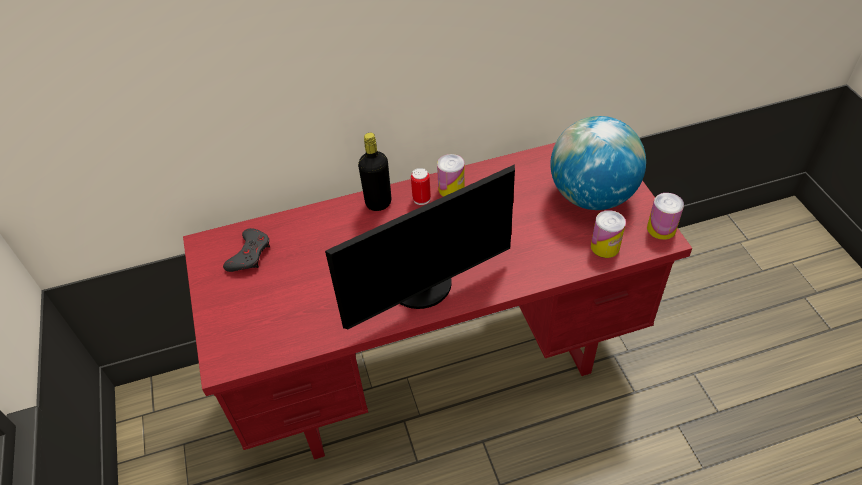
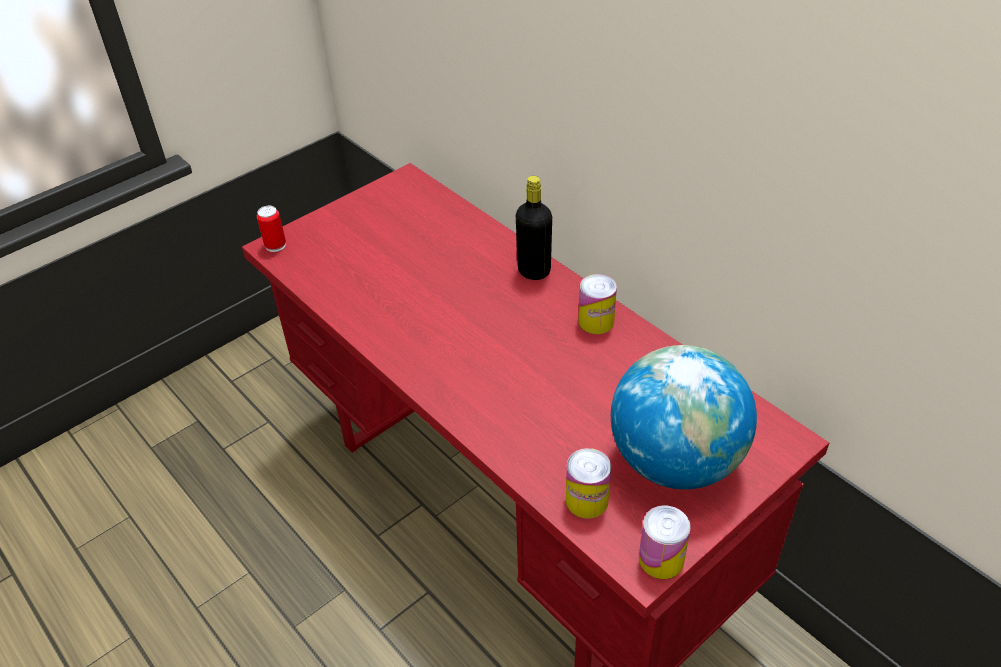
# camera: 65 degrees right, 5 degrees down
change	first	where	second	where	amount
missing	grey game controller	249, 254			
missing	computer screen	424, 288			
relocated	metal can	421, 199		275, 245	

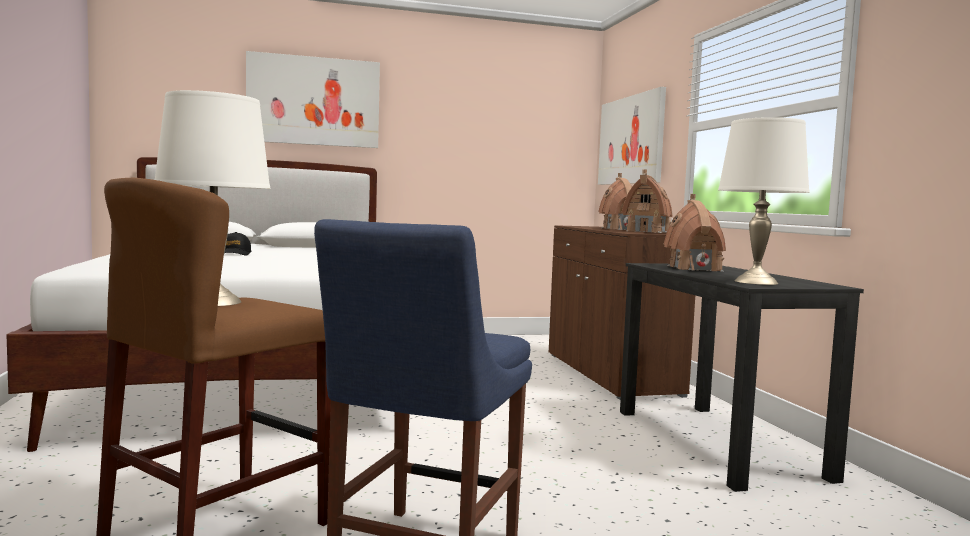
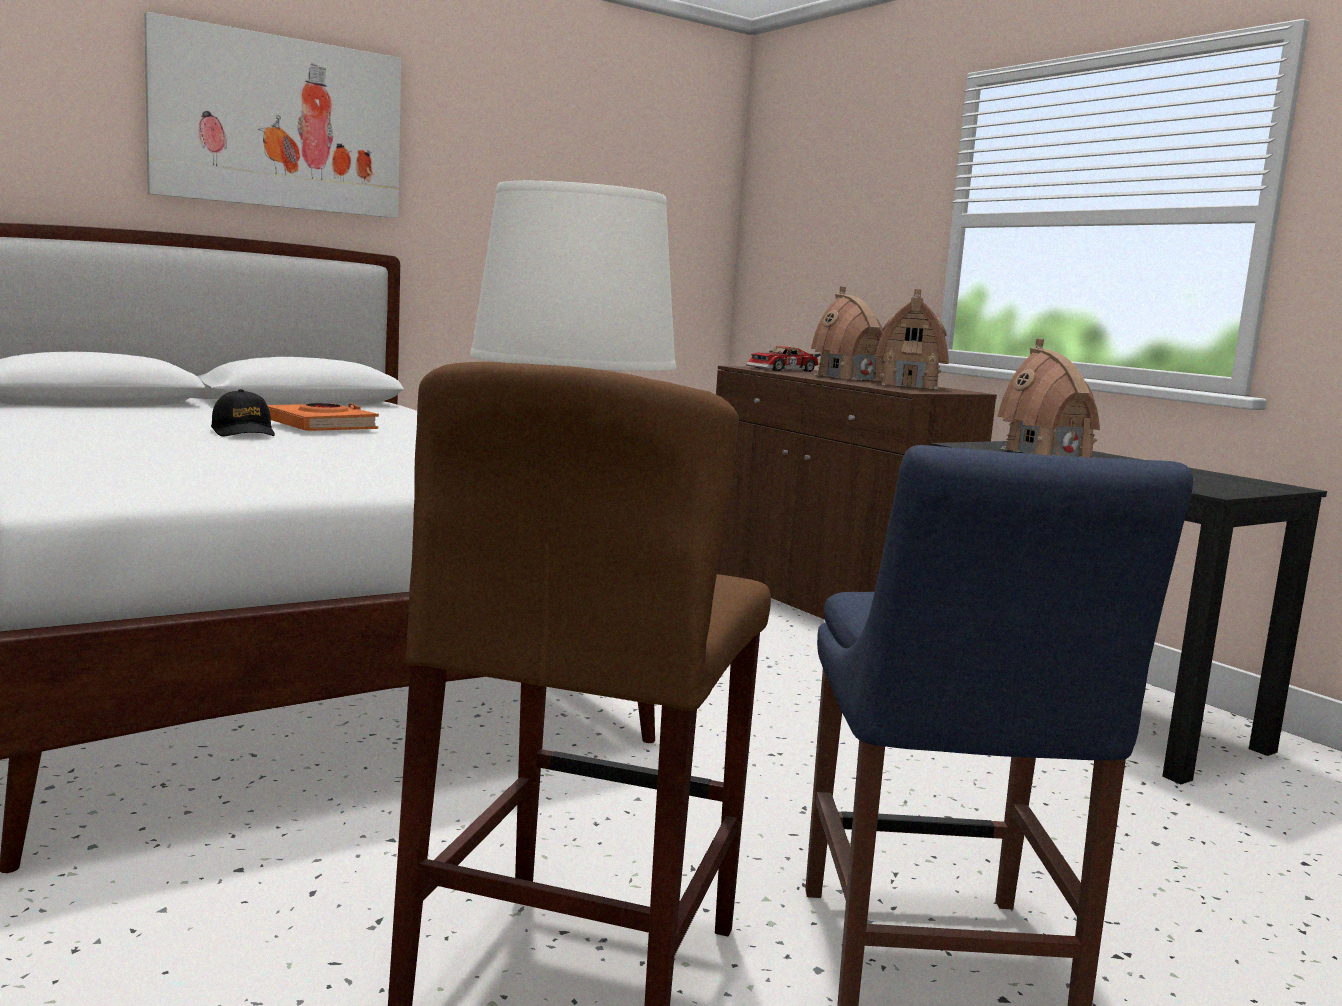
# camera: 20 degrees left, 5 degrees up
change	first	where	second	where	amount
missing	wall picture	631, 140			
missing	white table lamp	756, 282			
appeared			orange-coloured volume	321, 426	
appeared			miniature car	784, 370	

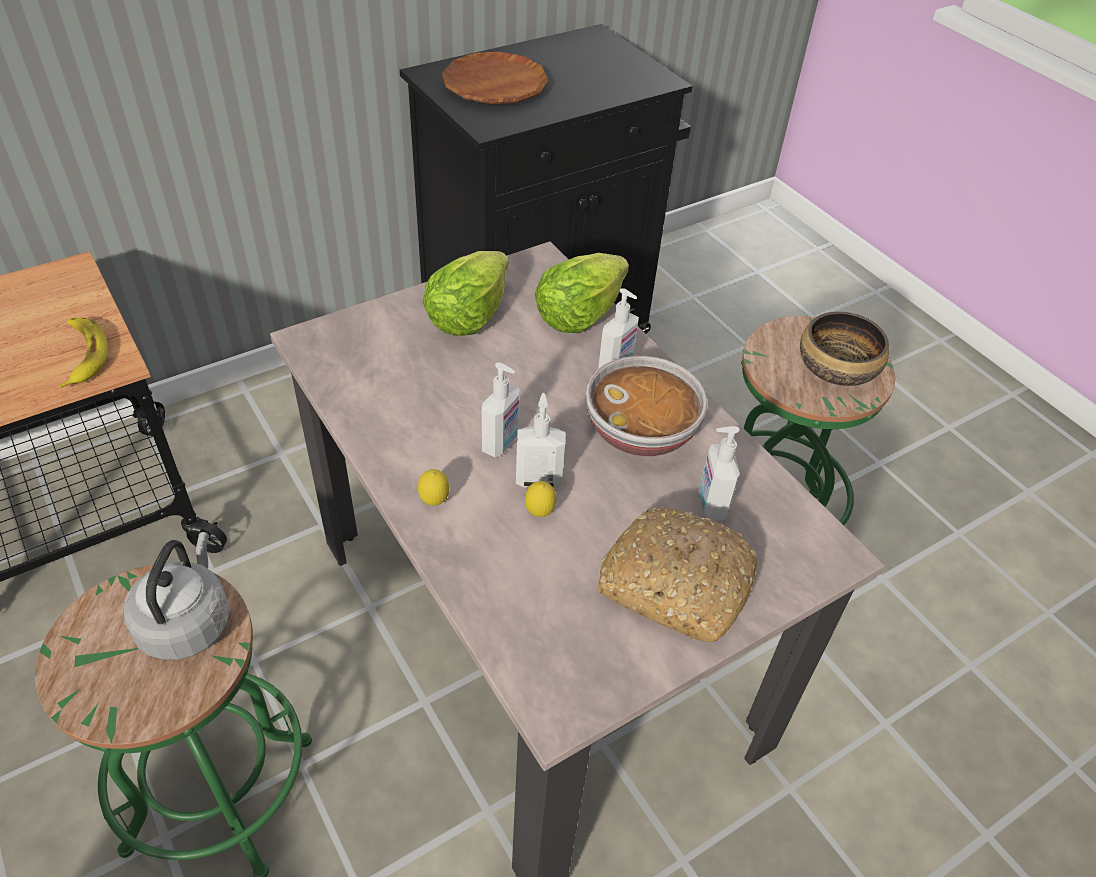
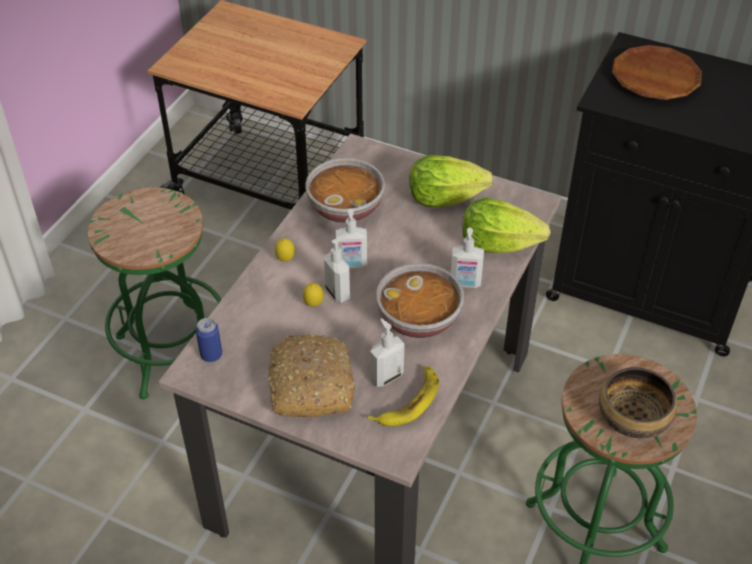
# camera: 60 degrees right, 0 degrees up
change	first	where	second	where	amount
missing	grey kettle	187, 622			
appeared			metal can	211, 355	
appeared			bowl	346, 208	
relocated	banana	83, 354		409, 401	

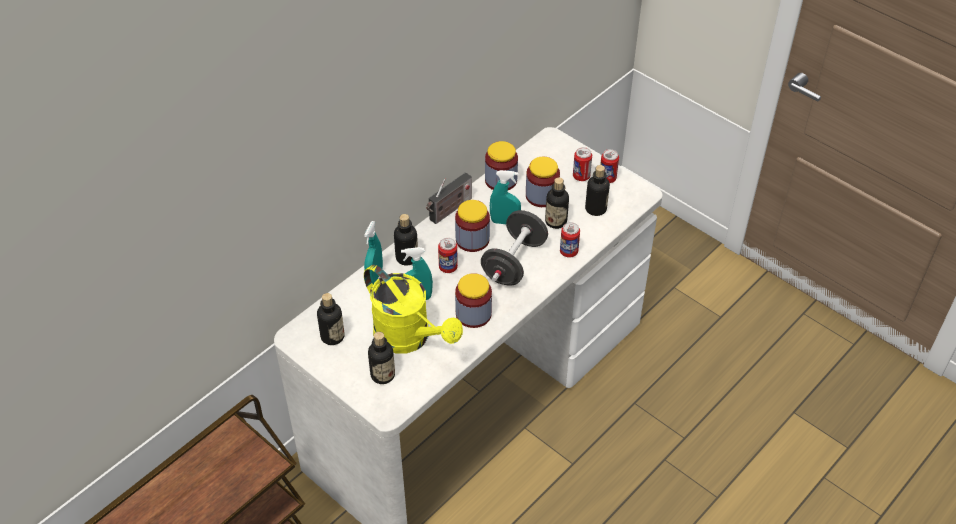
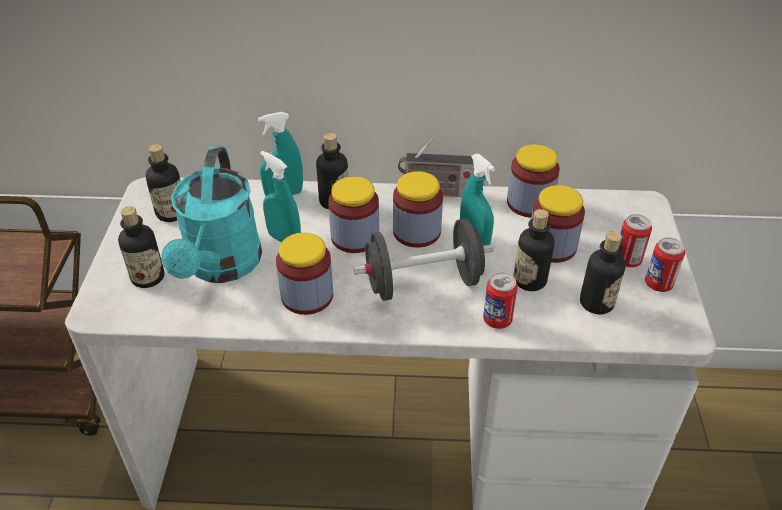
# camera: 50 degrees right, 5 degrees down
change	first	where	second	where	amount
exchanged	metal can	448, 267	jar	355, 237	
colour	yellow watering can	410, 338	blue-green watering can	221, 267	

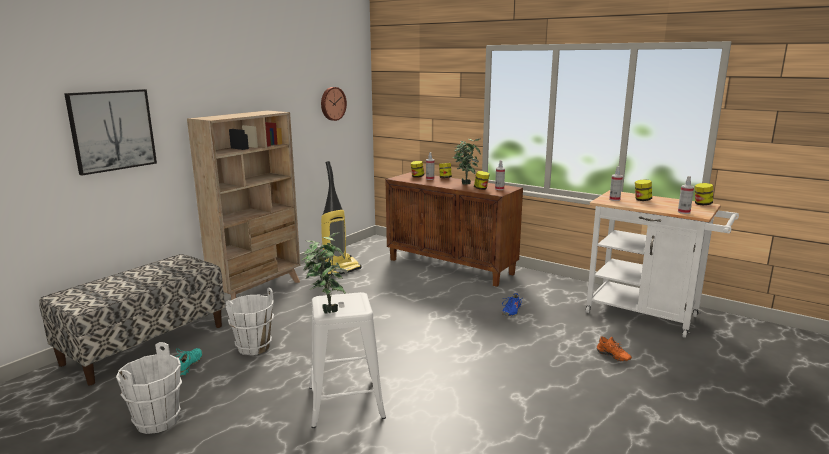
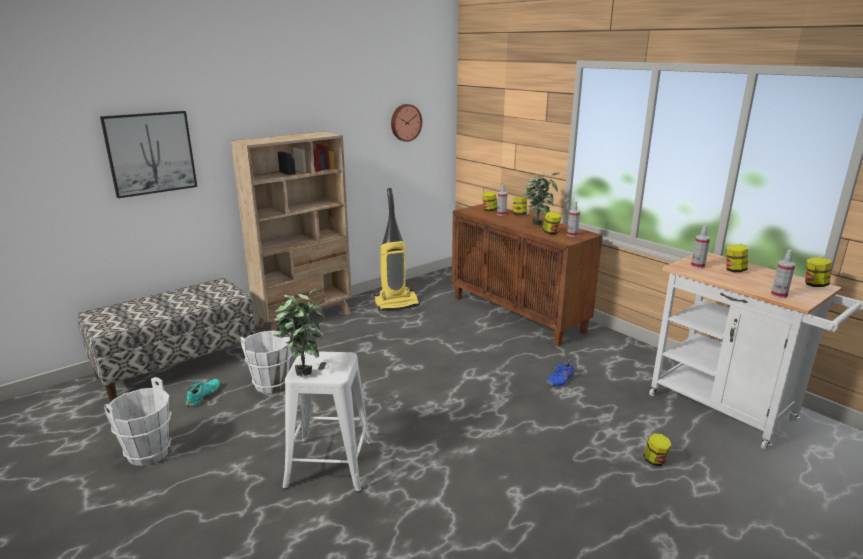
# camera: 15 degrees right, 5 degrees up
change	first	where	second	where	amount
exchanged	orange-coloured low shoe	612, 357	jar	655, 461	

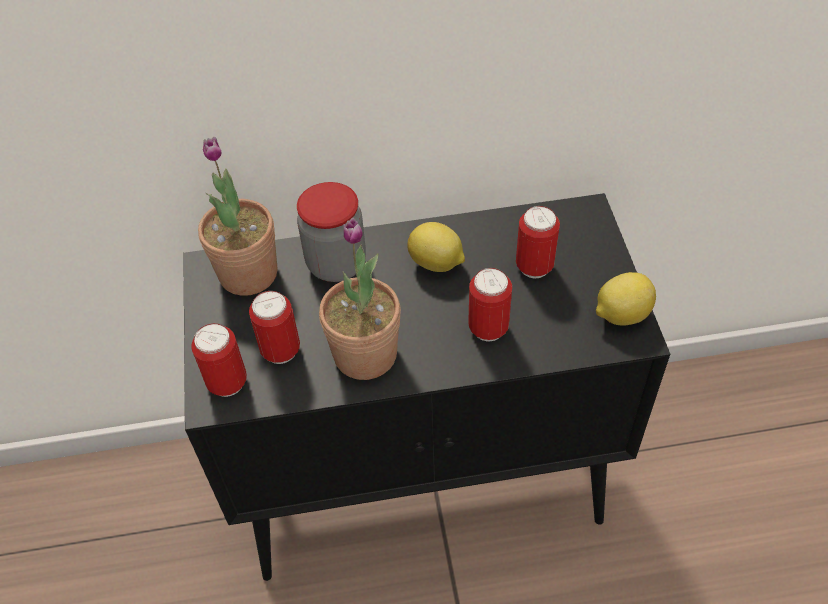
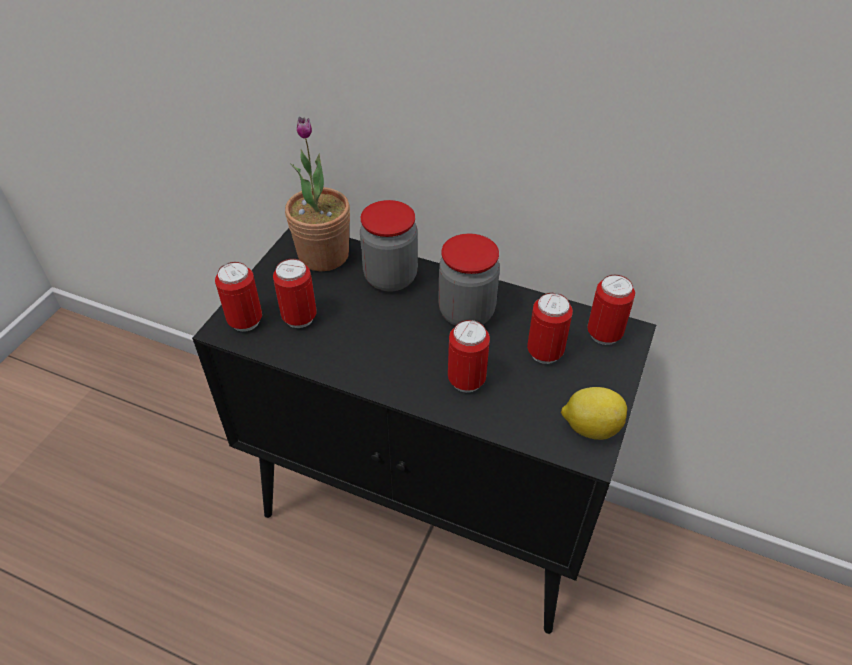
# camera: 30 degrees right, 5 degrees down
change	first	where	second	where	amount
missing	potted plant	365, 354			
appeared			metal can	604, 334	
exchanged	lemon	436, 263	jar	466, 313	

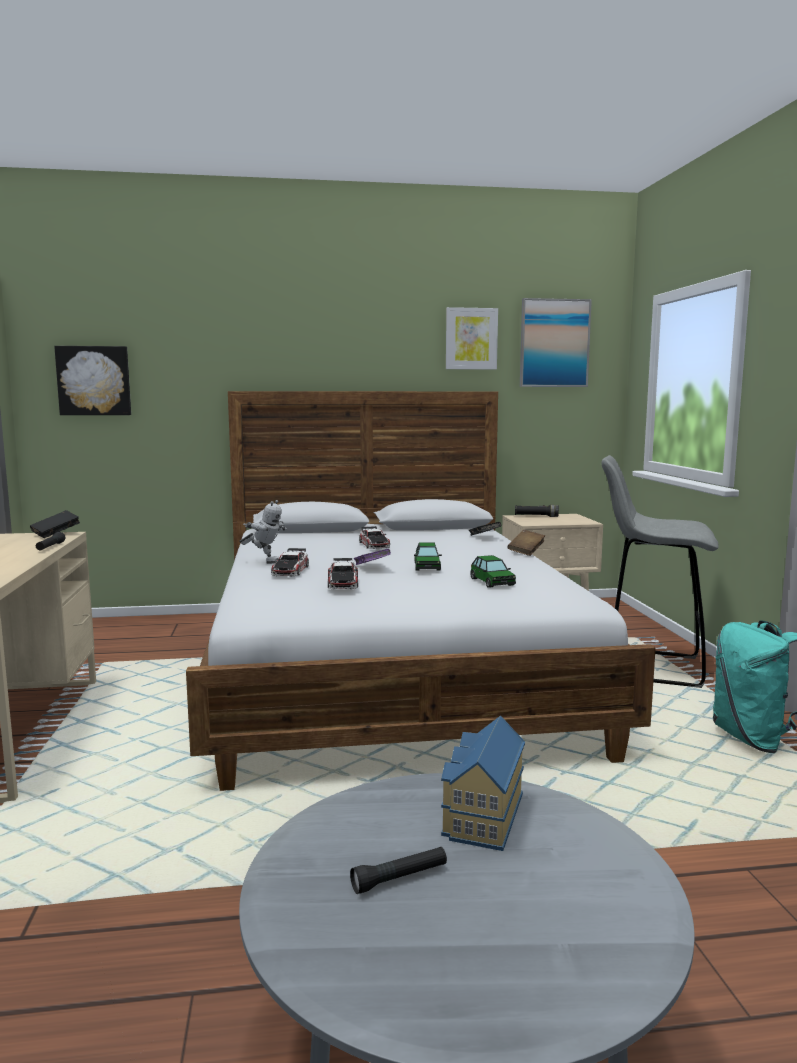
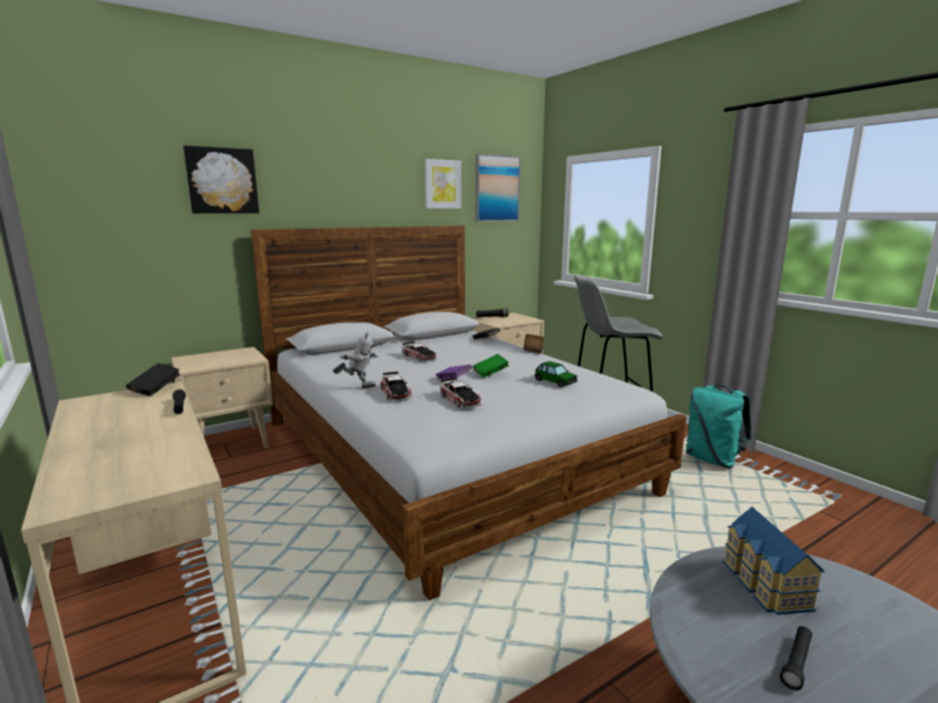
# camera: 25 degrees left, 5 degrees up
change	first	where	second	where	amount
appeared			beige bedside table	231, 444	
relocated	wall picture	94, 381		222, 181	
exchanged	miniature car	427, 566	green volume	490, 373	

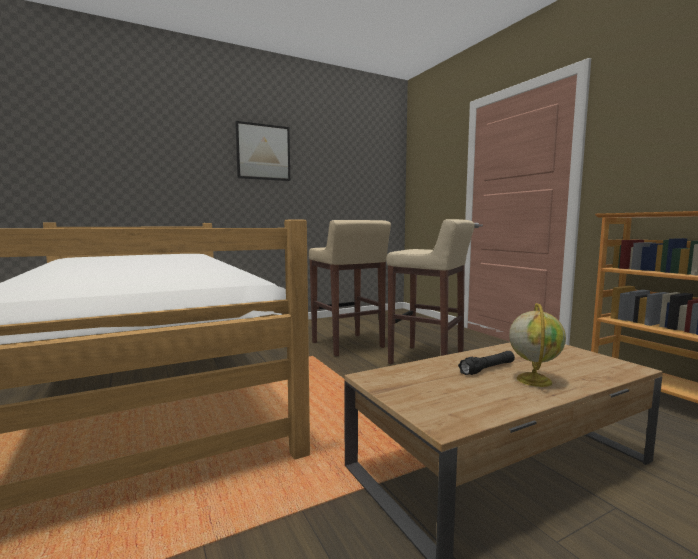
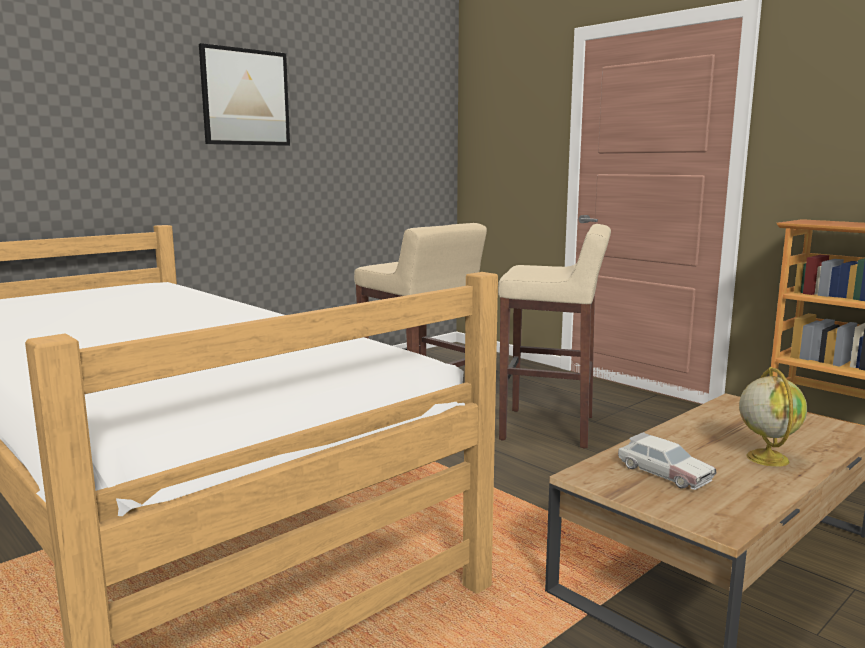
# camera: 15 degrees left, 5 degrees up
change	first	where	second	where	amount
missing	blackish flashlight	487, 369			
appeared			miniature car	663, 472	

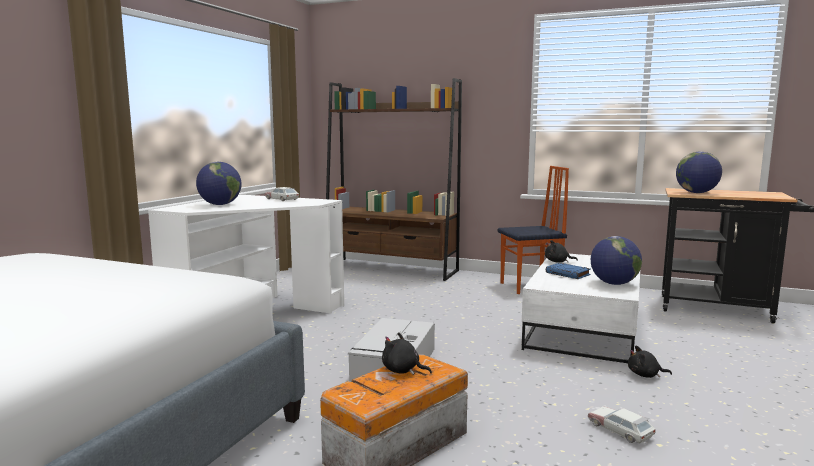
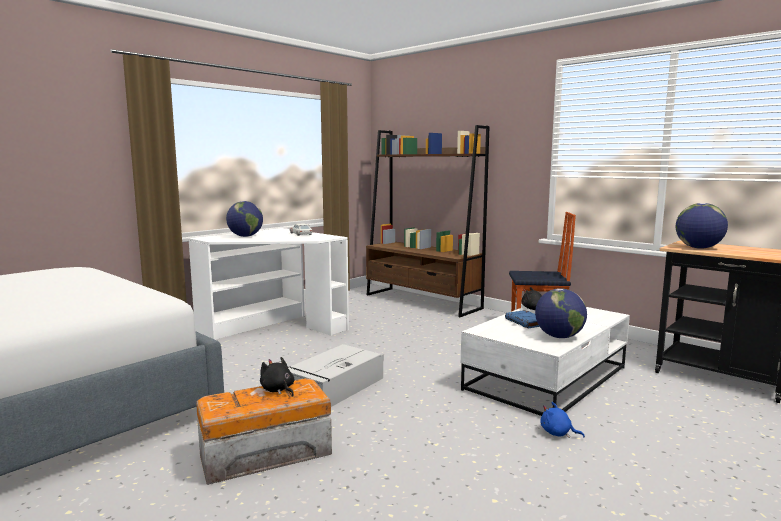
# camera: 20 degrees right, 0 degrees up
change	first	where	second	where	amount
missing	miniature car	621, 430			
colour	blackish cuddly toy	645, 375	blue cuddly toy	557, 433	

